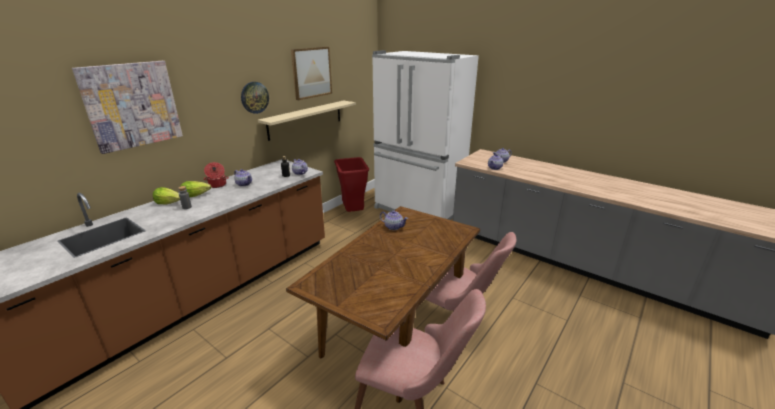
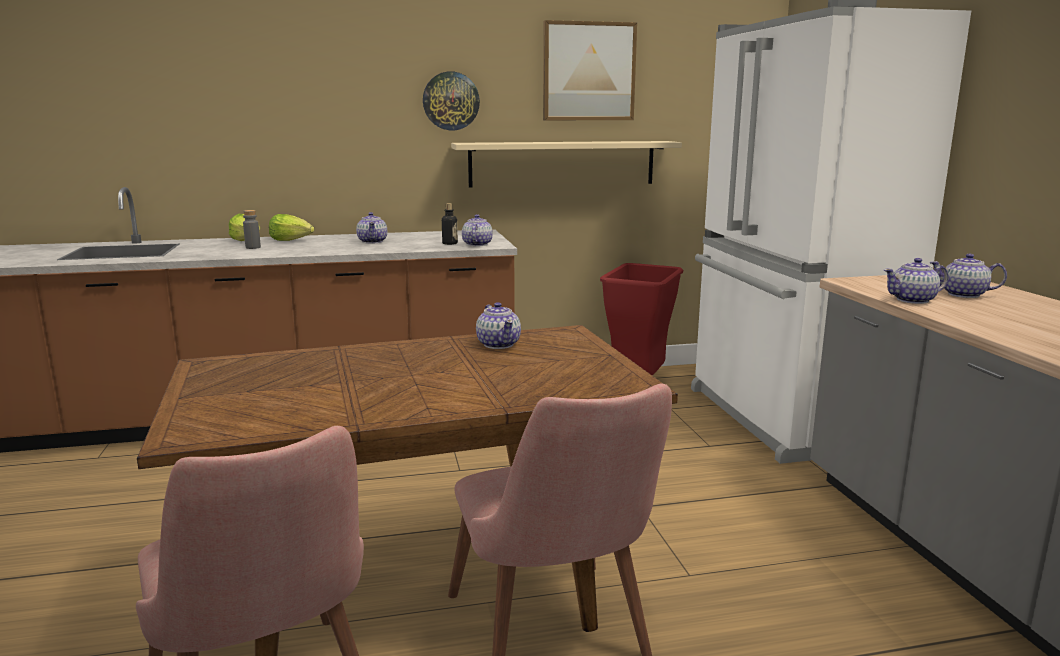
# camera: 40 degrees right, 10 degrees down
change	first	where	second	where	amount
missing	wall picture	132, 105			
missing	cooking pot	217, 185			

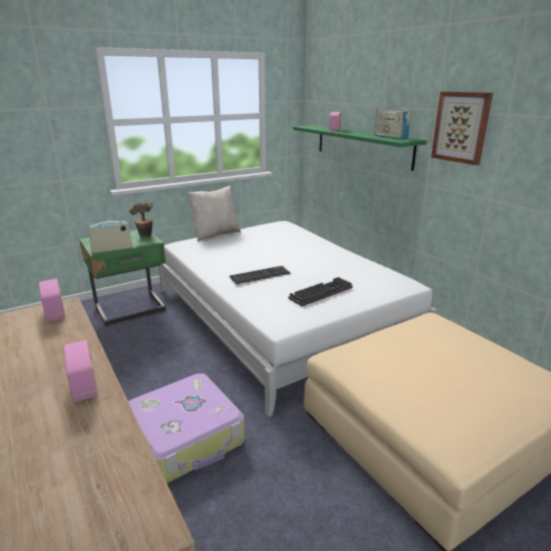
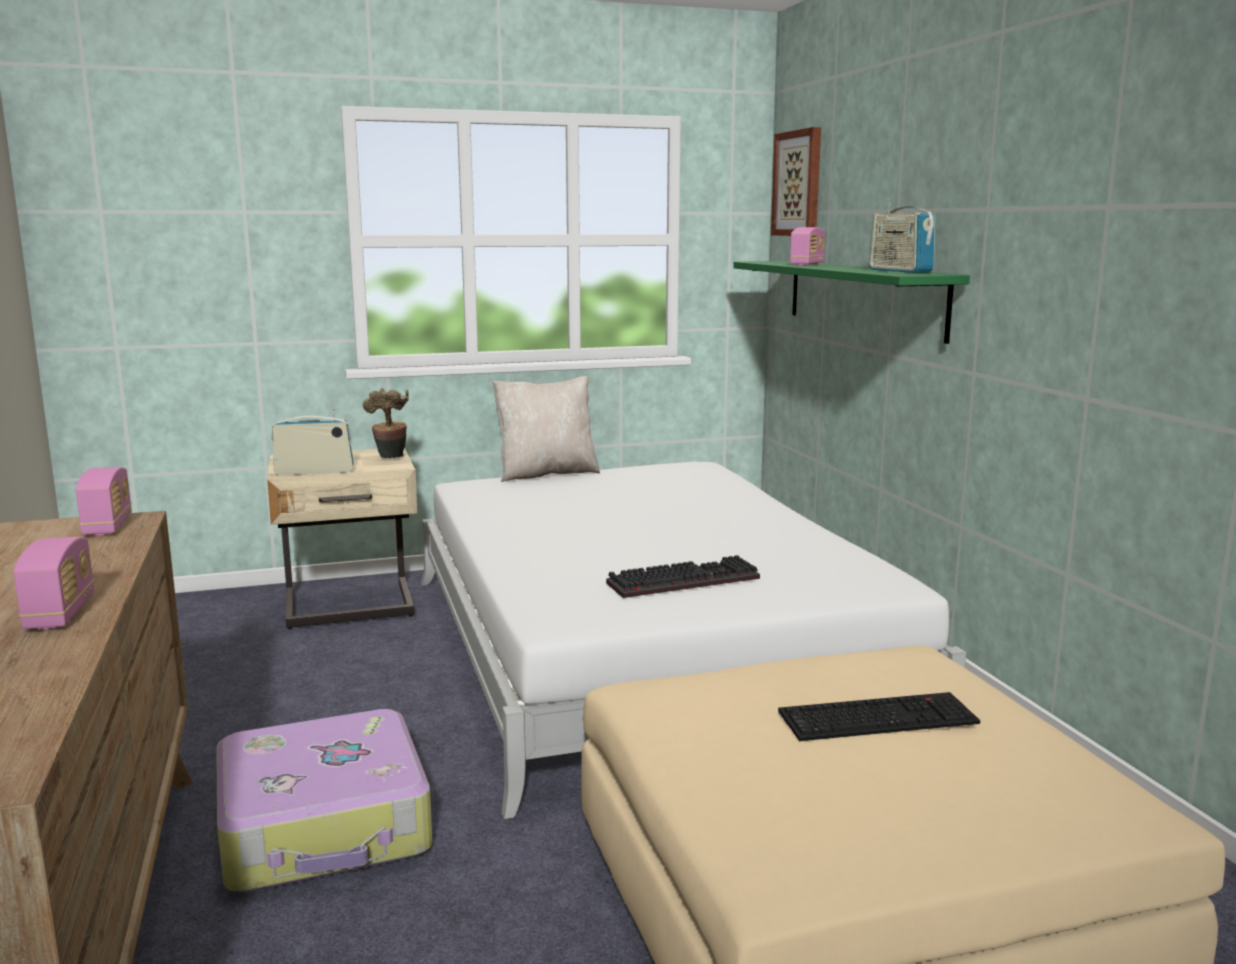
# camera: 15 degrees right, 10 degrees down
change	first	where	second	where	amount
relocated	keyboard	260, 275		878, 716	
relocated	wall picture	461, 127		798, 184	
colour	green bedside table	131, 309	beige bedside table	350, 608	

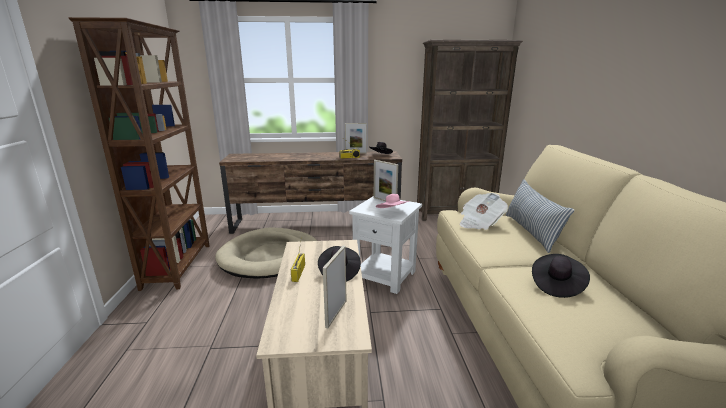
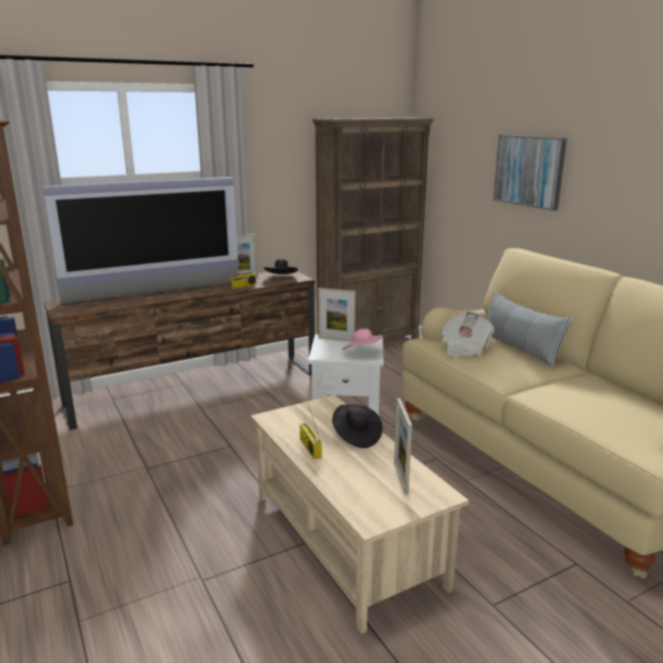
# camera: 25 degrees left, 0 degrees up
change	first	where	second	where	amount
missing	beige dog cushion	270, 256			
missing	blackish clothing hat	556, 285			
appeared			TV set	155, 292	
appeared			wall picture	529, 171	

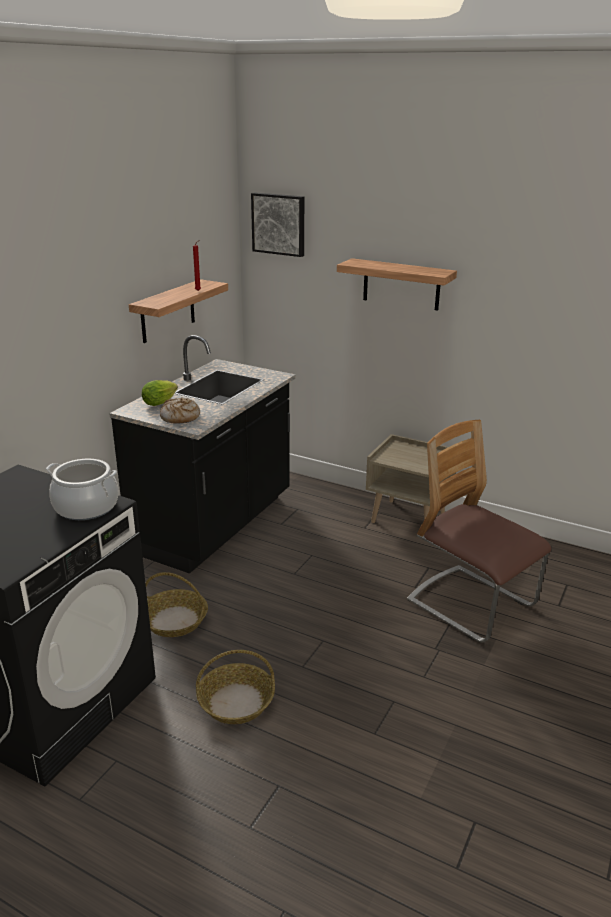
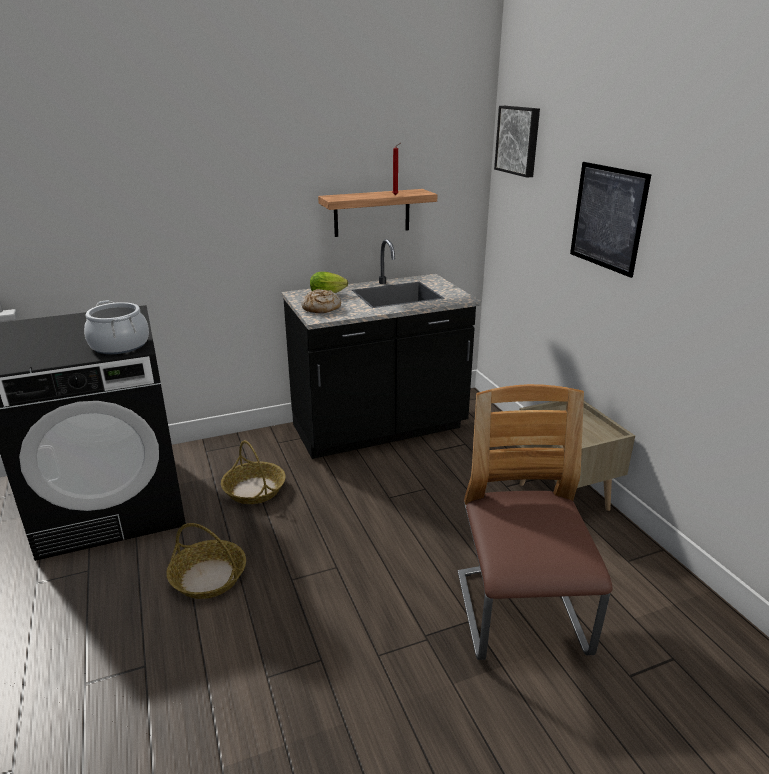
# camera: 40 degrees right, 0 degrees up
change	first	where	second	where	amount
exchanged	bracket shelf	401, 284	wall picture	607, 217	

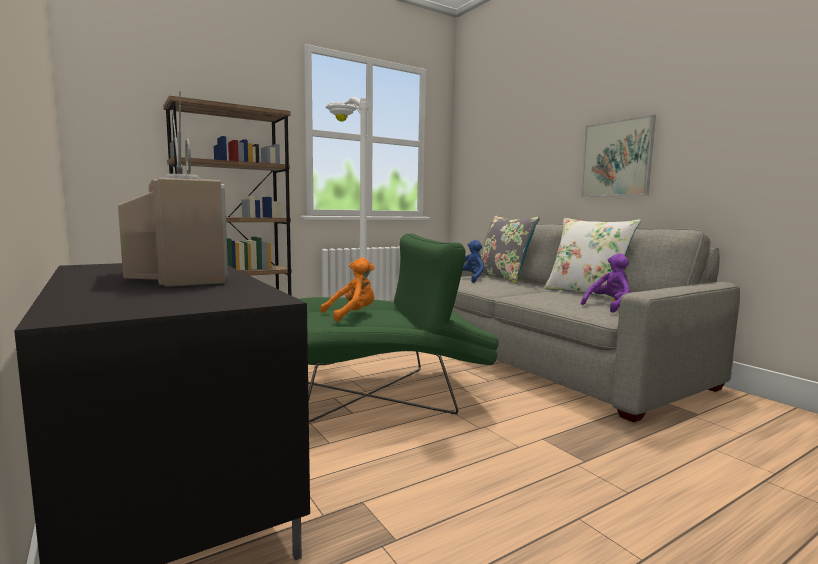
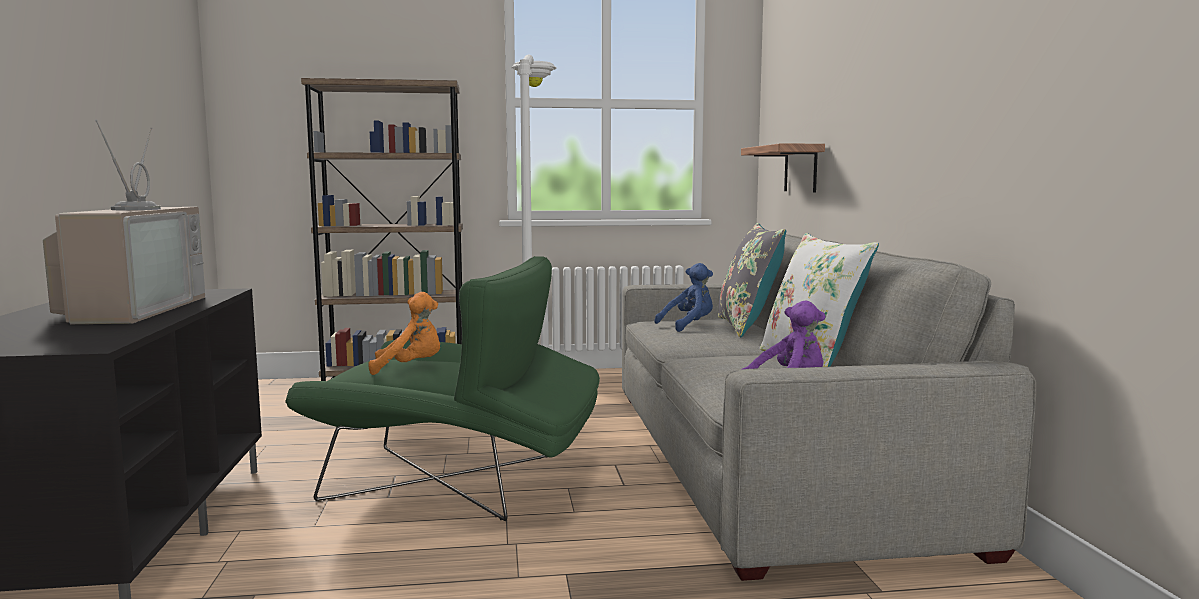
# camera: 25 degrees right, 0 degrees up
change	first	where	second	where	amount
missing	wall picture	616, 159			
appeared			bracket shelf	800, 169	

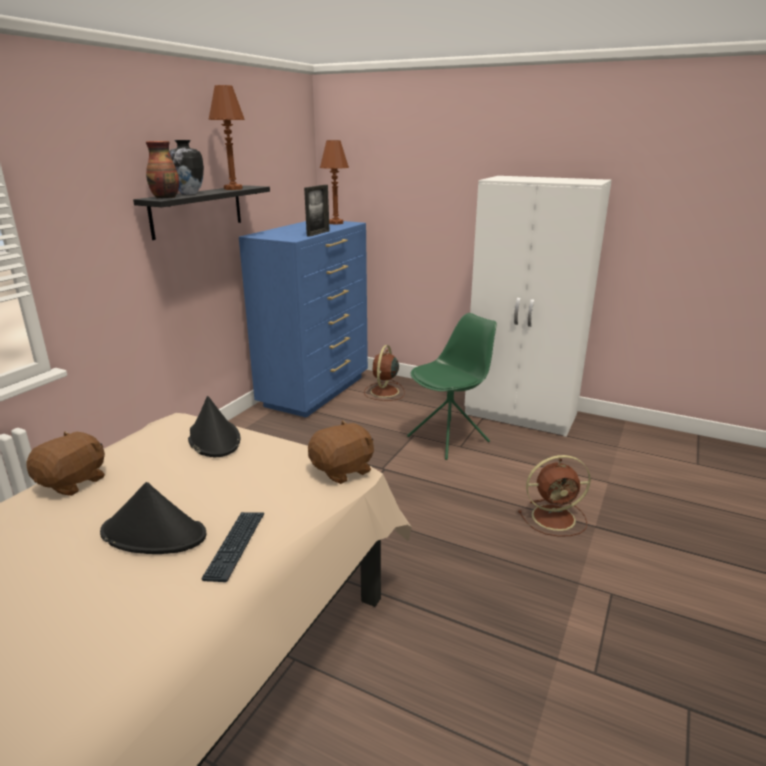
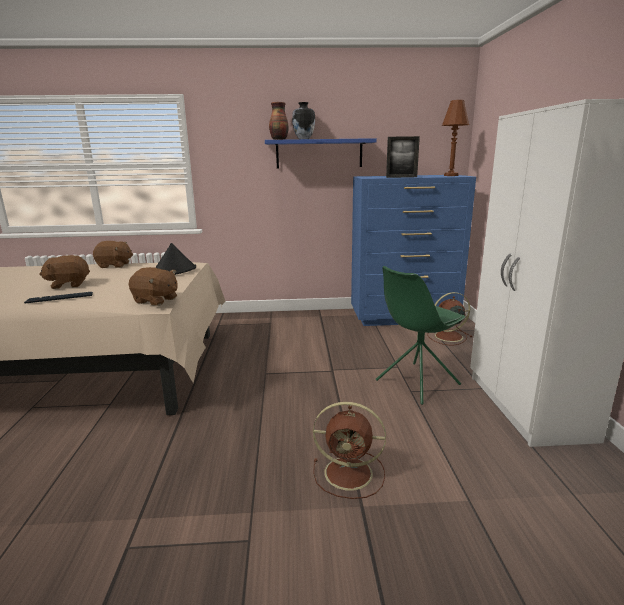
# camera: 60 degrees right, 5 degrees down
change	first	where	second	where	amount
missing	brown table lamp	233, 189			
exchanged	blackish clothing hat	154, 534	brown cuddly toy	69, 285	
colour	blackish bracket shelf	197, 211	blue bracket shelf	319, 154	
spun	green plain chair	449, 439		416, 383	120 degrees clockwise
spun	brown fan	555, 517		350, 473	45 degrees counterclockwise

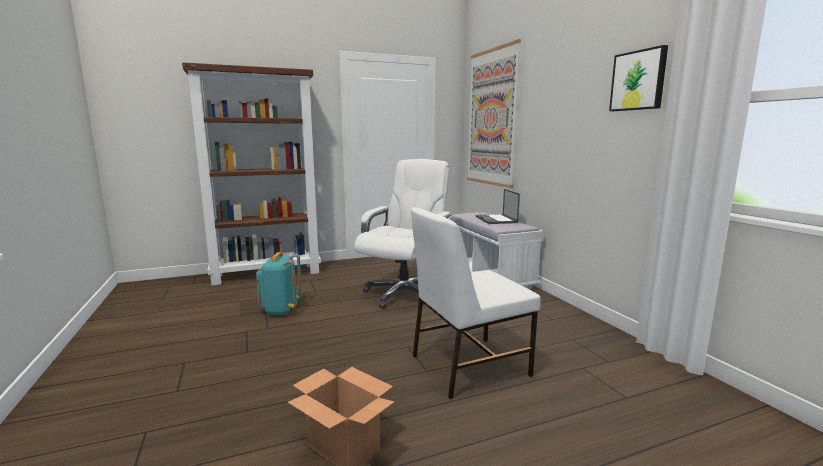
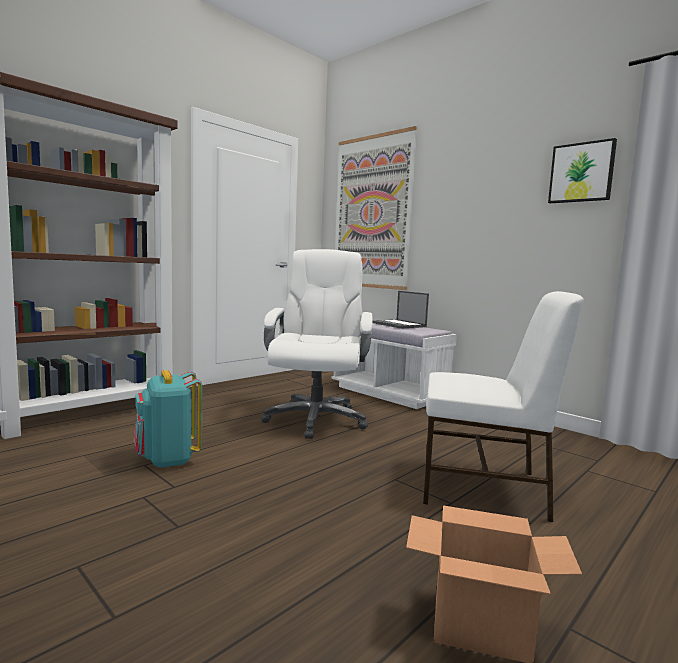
# camera: 25 degrees left, 5 degrees down
change	first	where	second	where	amount
spun	white plain chair	467, 365		484, 488	120 degrees counterclockwise

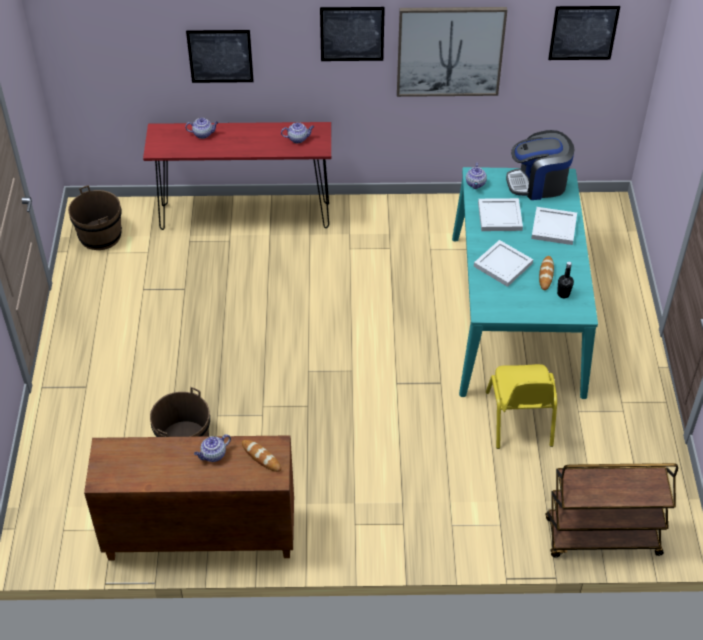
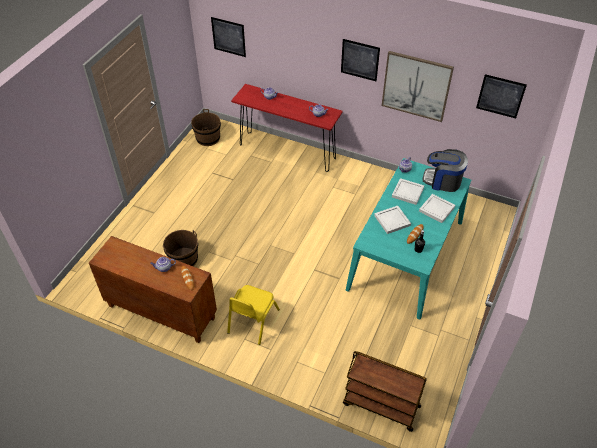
# camera: 25 degrees right, 0 degrees up
change	first	where	second	where	amount
relocated	wall picture	220, 56		228, 37	
relocated	yellow plain chair	519, 419		252, 321	

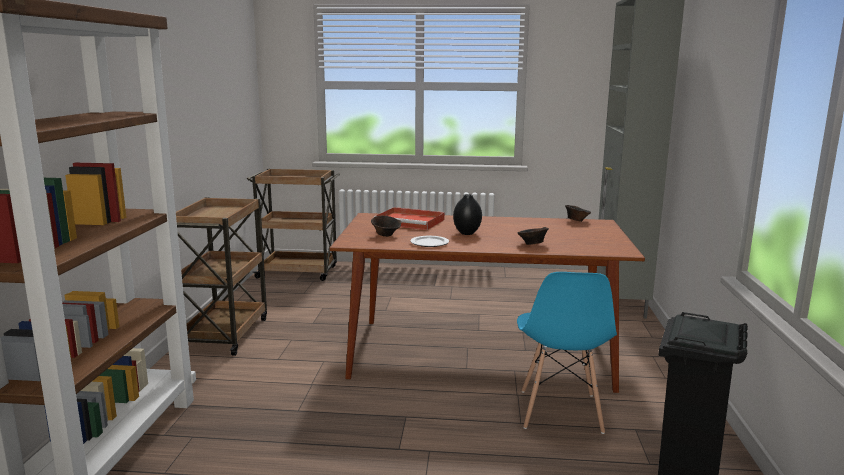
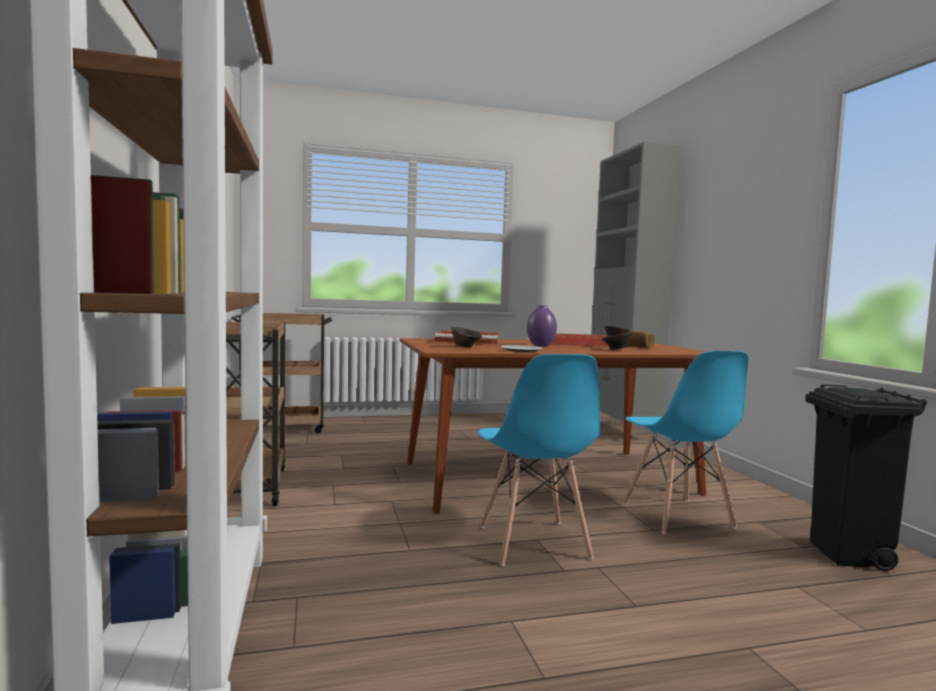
# camera: 20 degrees left, 10 degrees down
change	first	where	second	where	amount
appeared			blue plain chair	533, 543	
appeared			red tray	580, 344	
appeared			bakery bread	638, 347	
colour	blackish flower vase	466, 233	purple-coloured flower vase	540, 346	

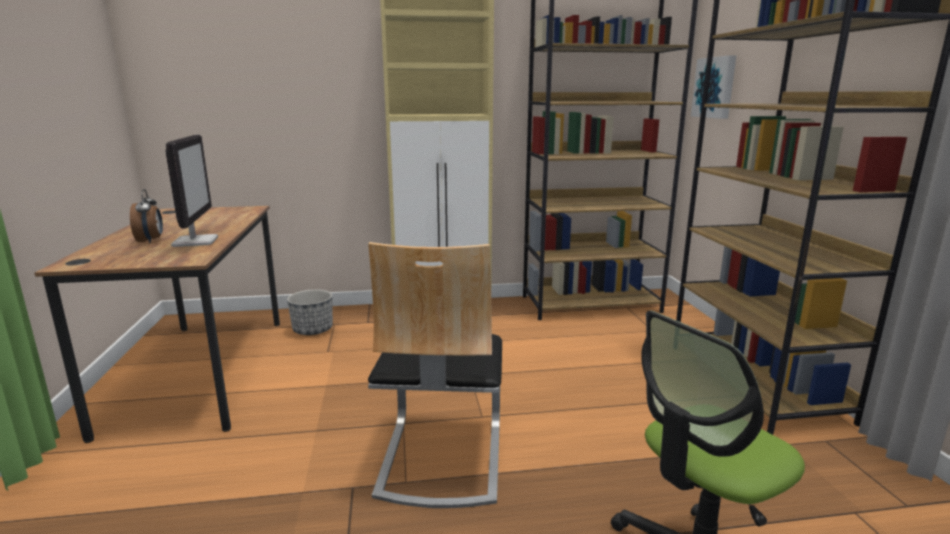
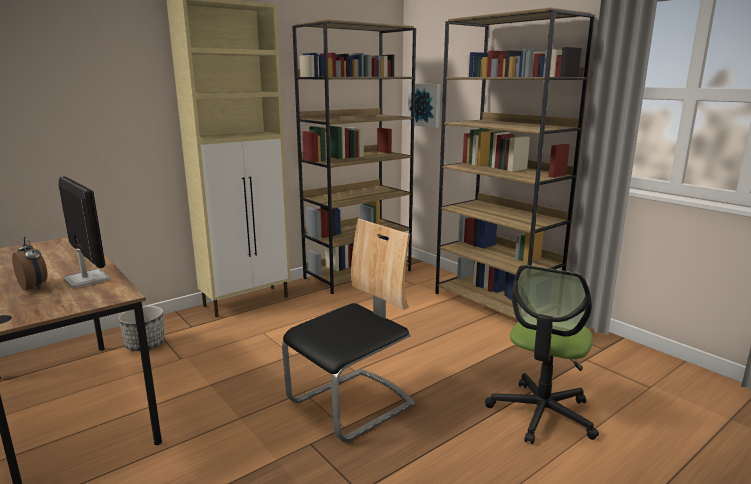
# camera: 30 degrees left, 0 degrees up
change	first	where	second	where	amount
spun	plain chair	441, 457		352, 404	105 degrees counterclockwise

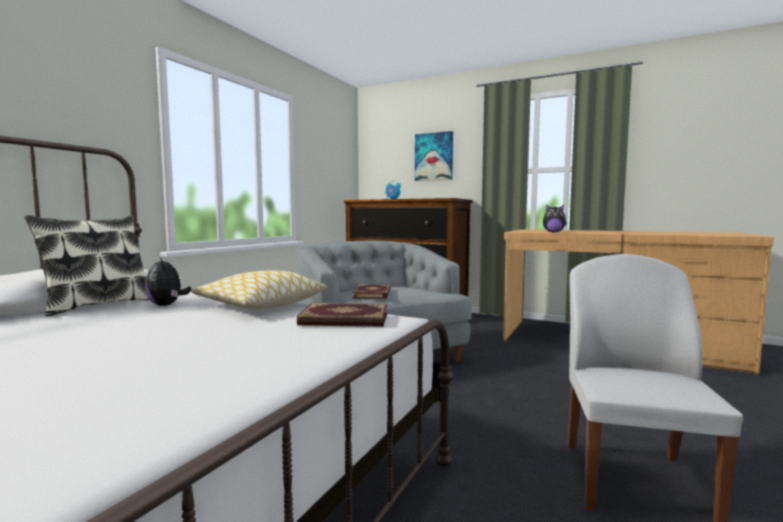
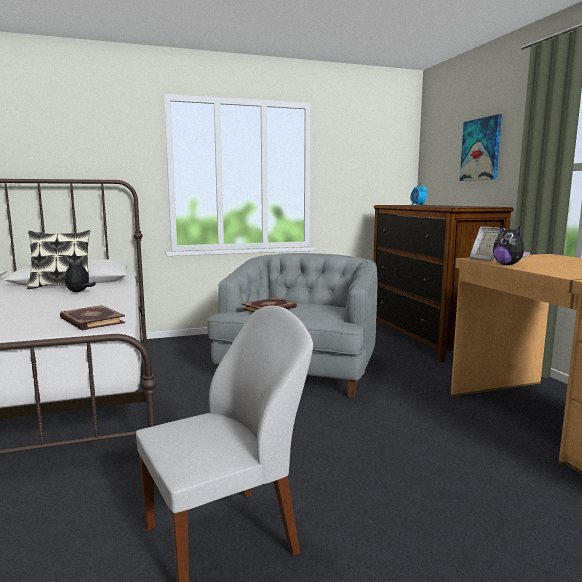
# camera: 45 degrees right, 5 degrees up
change	first	where	second	where	amount
missing	cushion	260, 305			
appeared			picture frame	485, 260	

